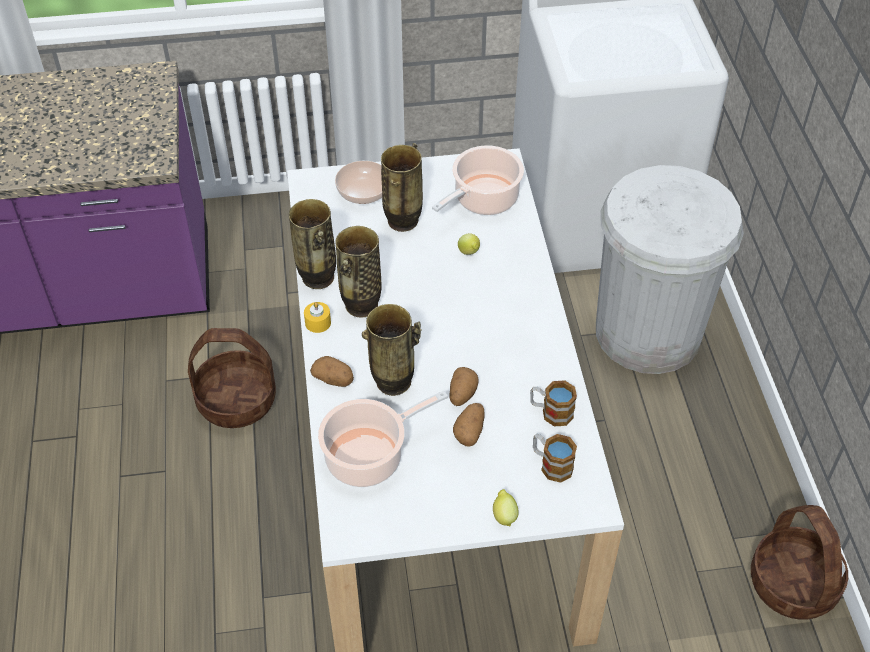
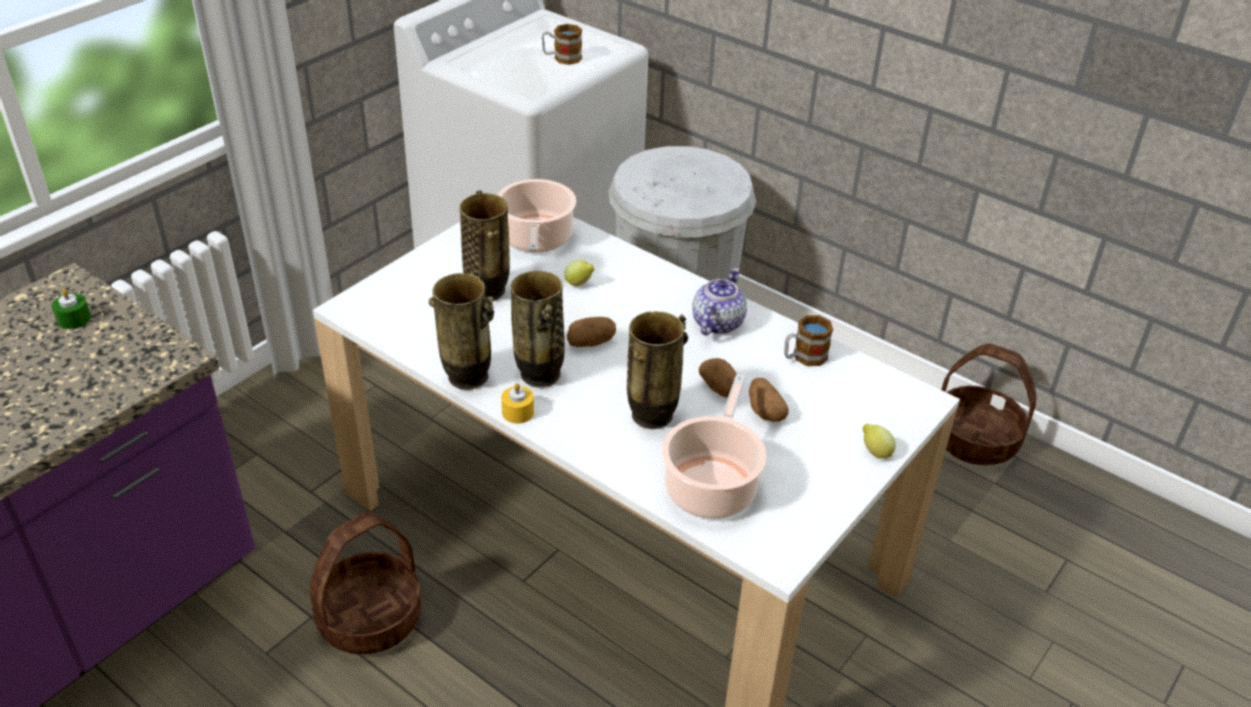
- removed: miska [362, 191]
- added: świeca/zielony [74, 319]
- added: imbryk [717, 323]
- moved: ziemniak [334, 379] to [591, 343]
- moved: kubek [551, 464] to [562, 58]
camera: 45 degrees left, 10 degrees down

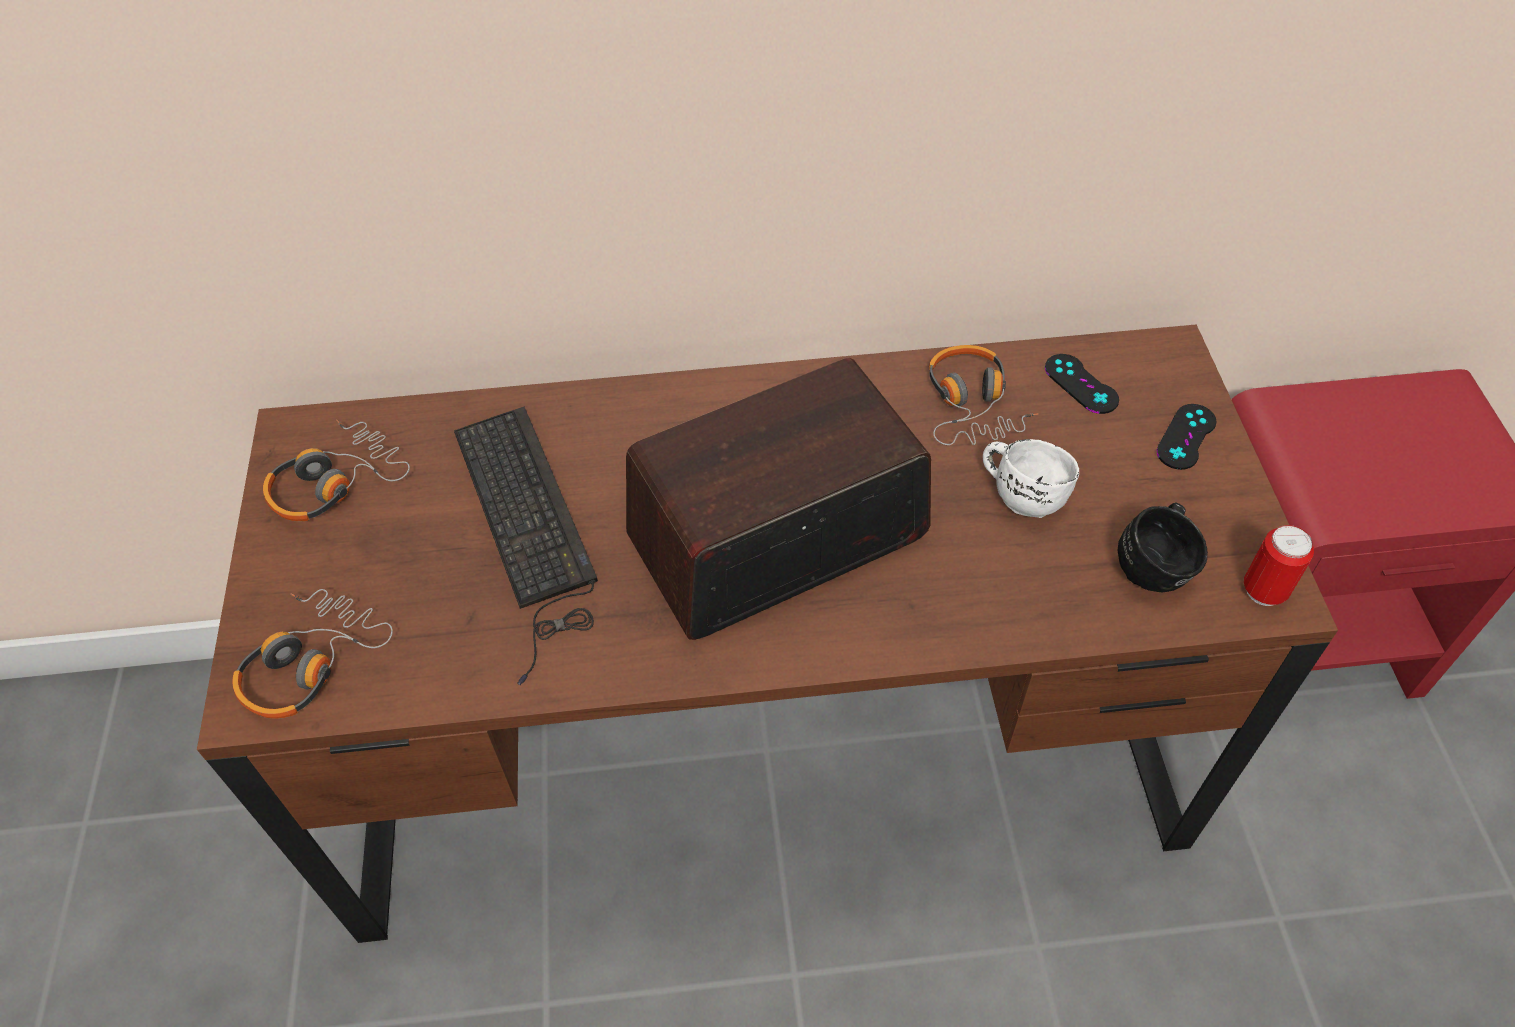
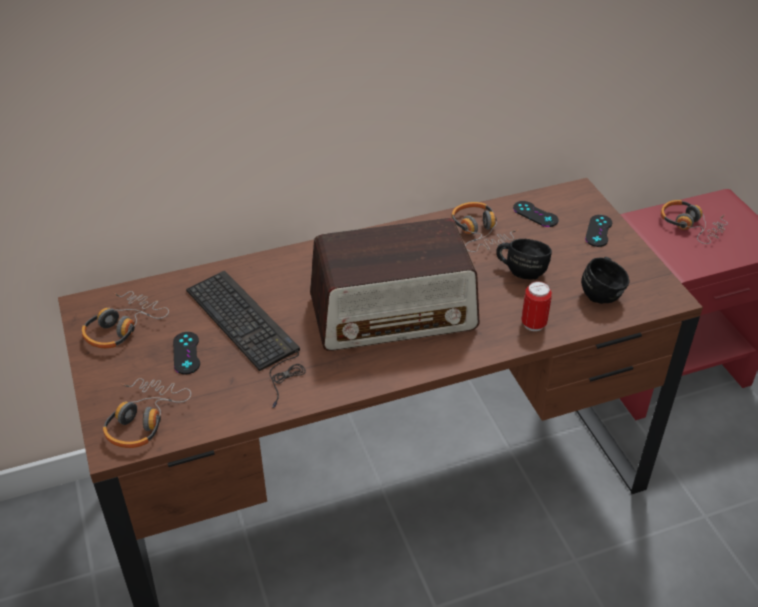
- added: pad do gier/czarny [186, 353]
- added: słuchawki [691, 226]
- moved: puszka [1264, 591] to [533, 324]
- recoloured: kubek/biały [1022, 493] to kubek/czarny [521, 270]
- turned: radio [776, 538] = [394, 313] 150 degrees counterclockwise
camera: 15 degrees left, 10 degrees down

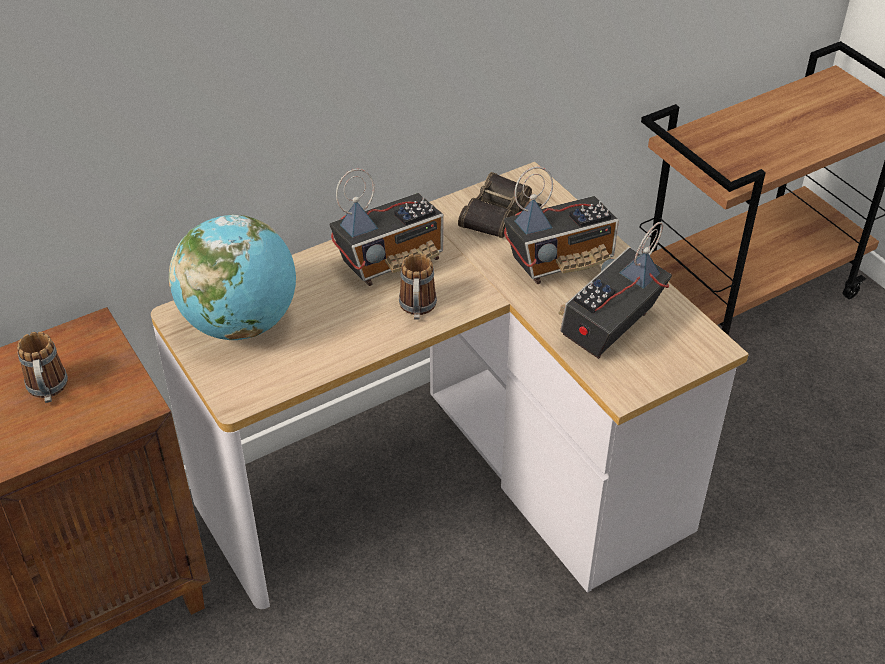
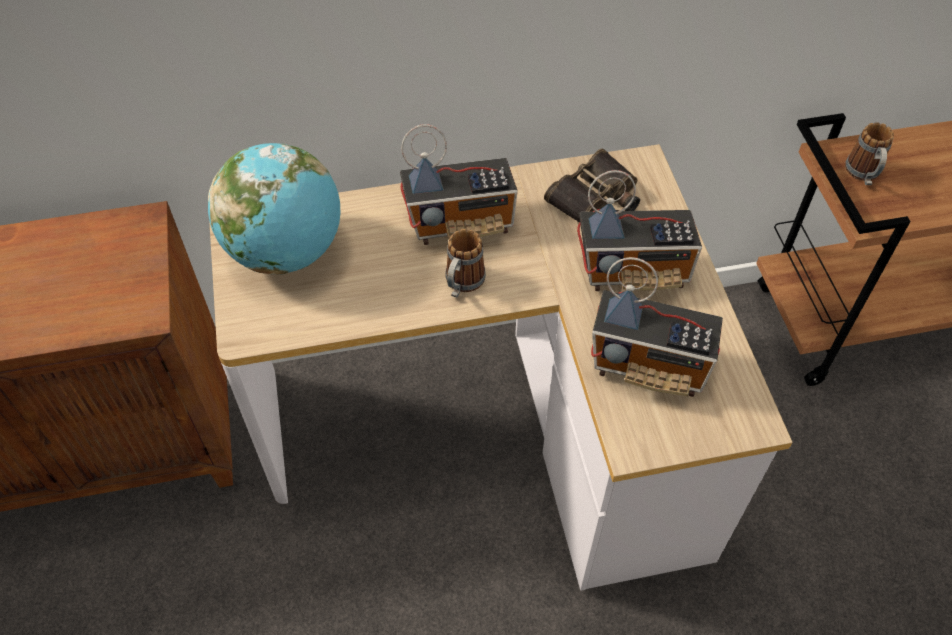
- moved: kubek [48, 391] to [863, 175]
- turned: radio [608, 328] = [650, 364] 135 degrees counterclockwise
camera: 20 degrees right, 10 degrees up

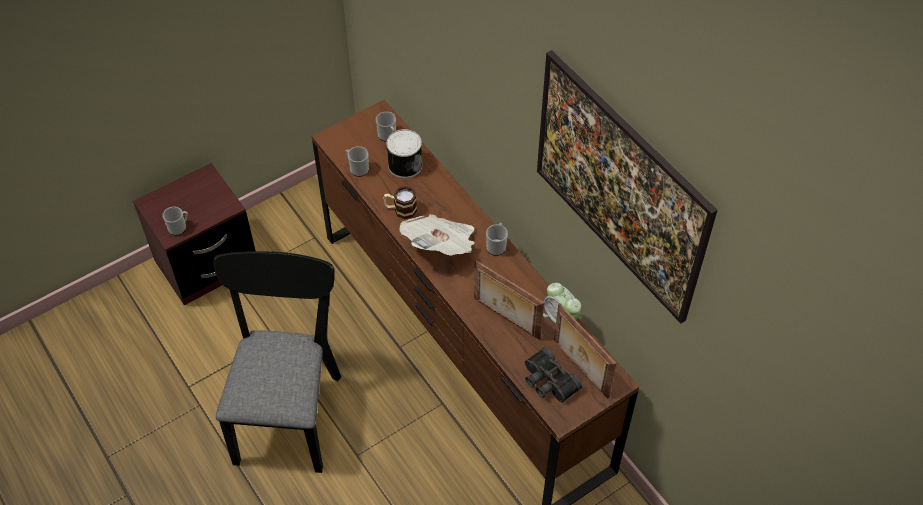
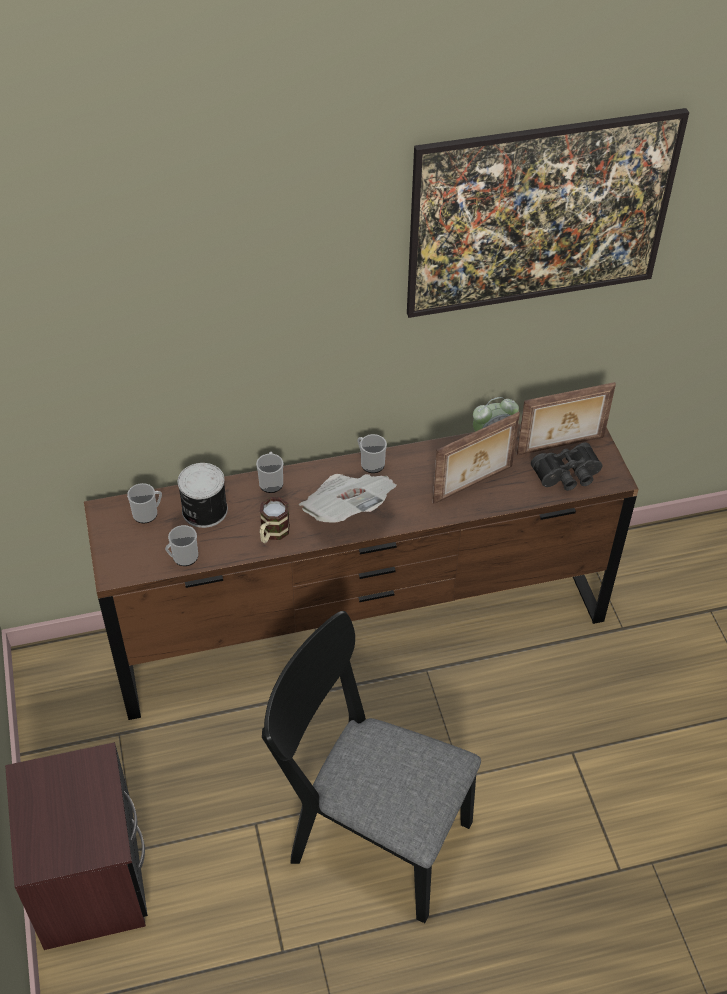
- moved: kubek [179, 227] to [271, 481]
camera: 70 degrees left, 5 degrees down

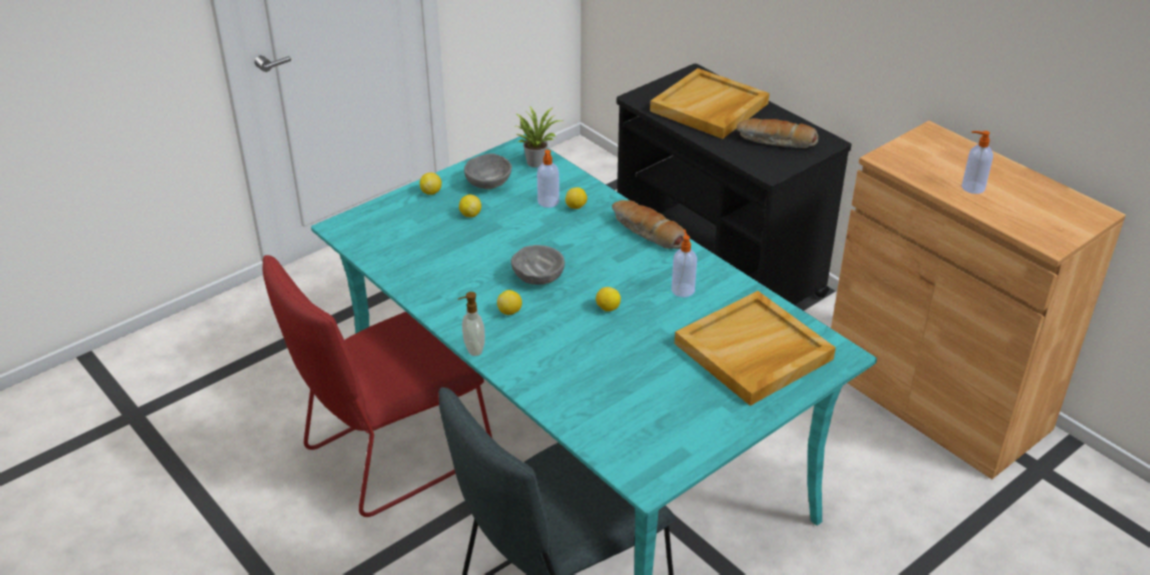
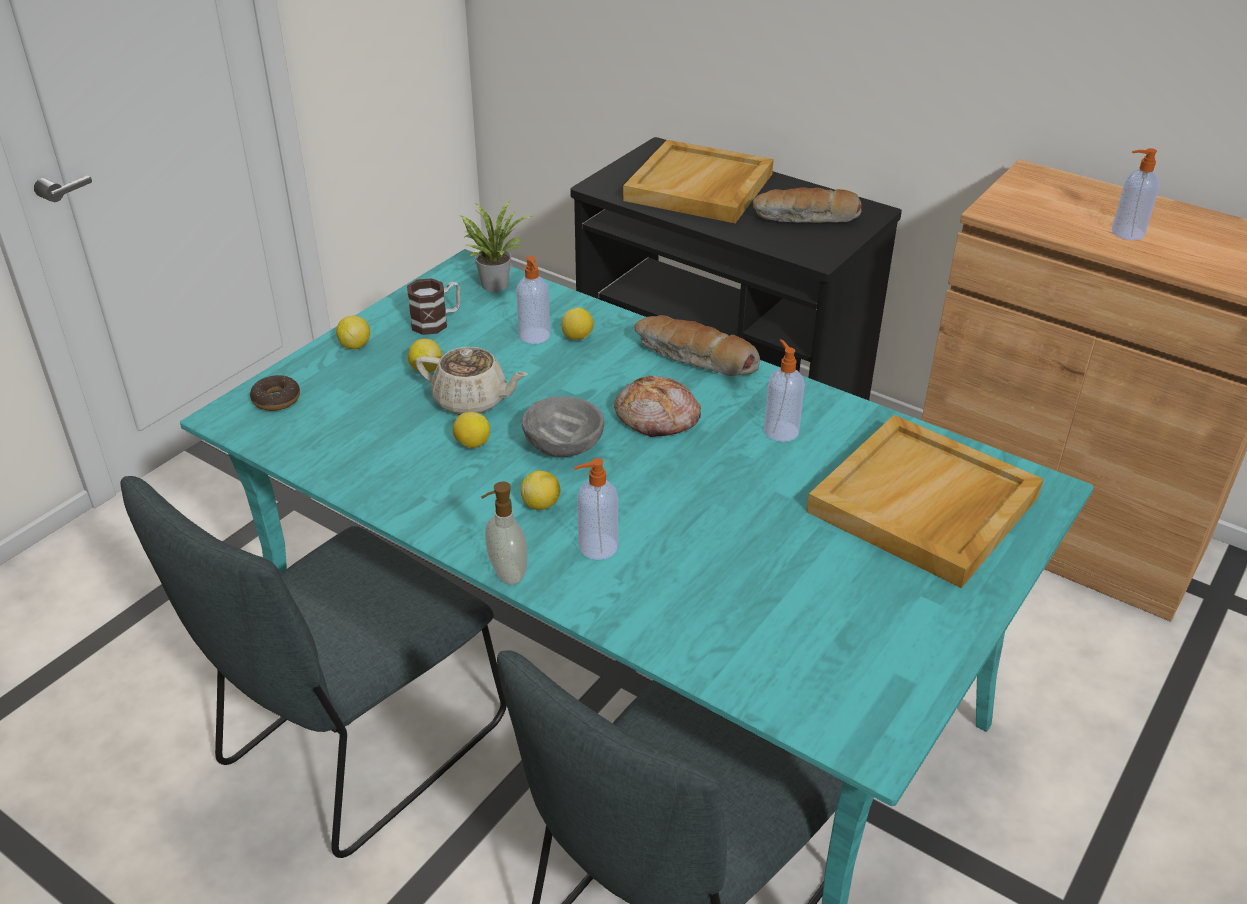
- added: donut [276, 399]
- added: imbryk/beżowy [472, 401]
- added: dozownik mydła [596, 547]
- added: chleb [658, 418]
- moved: cytryna [607, 308] to [472, 444]
- replaced: miska/szary [488, 183] to kubek [437, 322]
- recoloured: krzesło/czerwony [390, 456] to krzesło/szary [355, 750]
camera: 15 degrees left, 0 degrees up

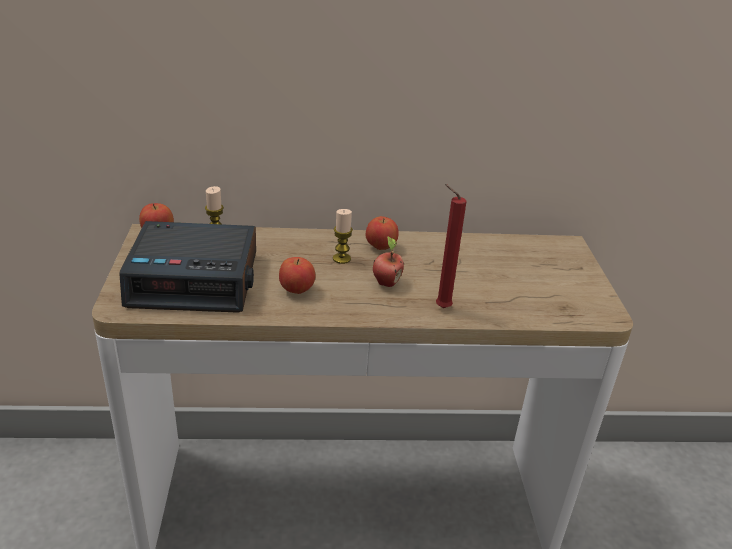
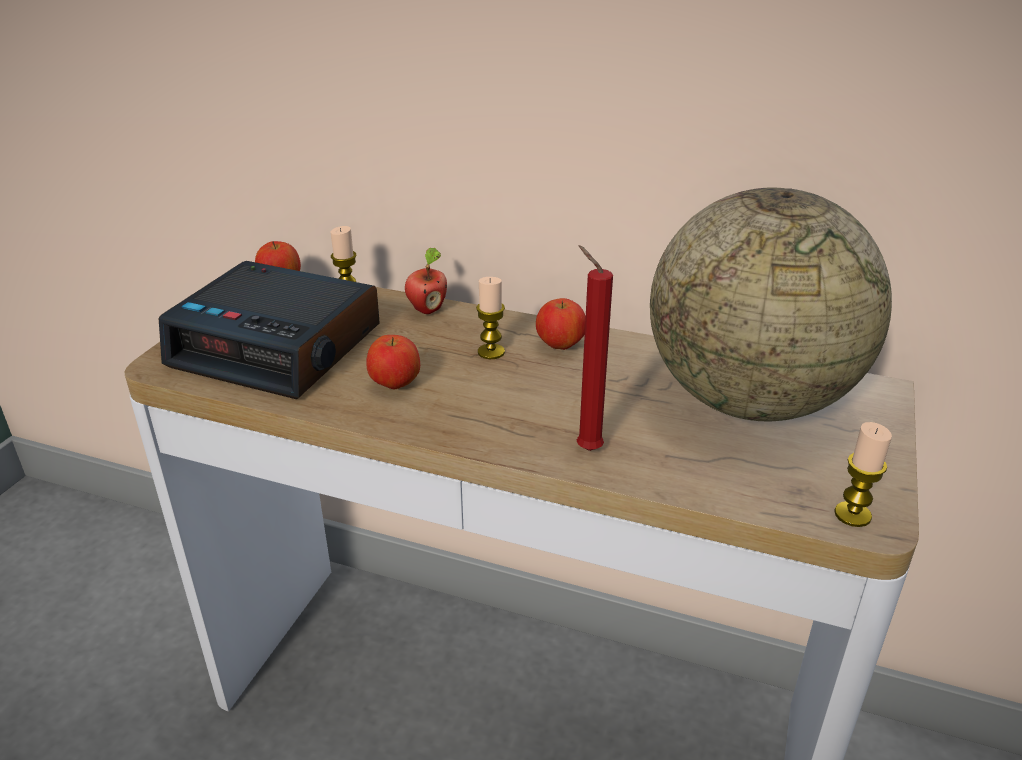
- added: globus [749, 400]
- added: świeca [852, 515]
- moved: jabłko [386, 282] to [427, 309]
camera: 25 degrees right, 0 degrees up

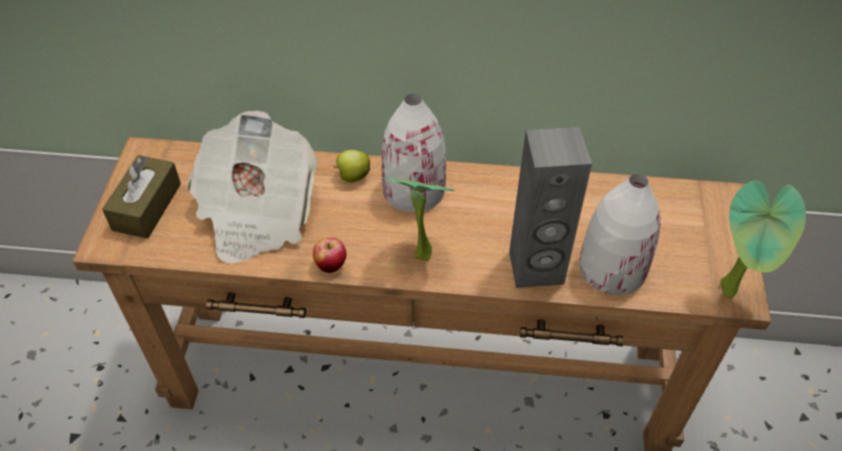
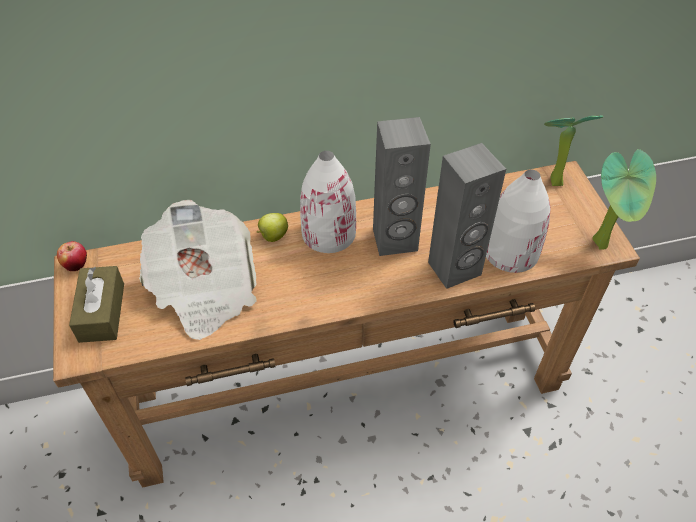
- added: głośnik/szary [395, 240]
- moved: jabłko [331, 265] to [76, 265]
- moved: roślina doniczkowa [420, 250] to [552, 180]
camera: 20 degrees left, 0 degrees up

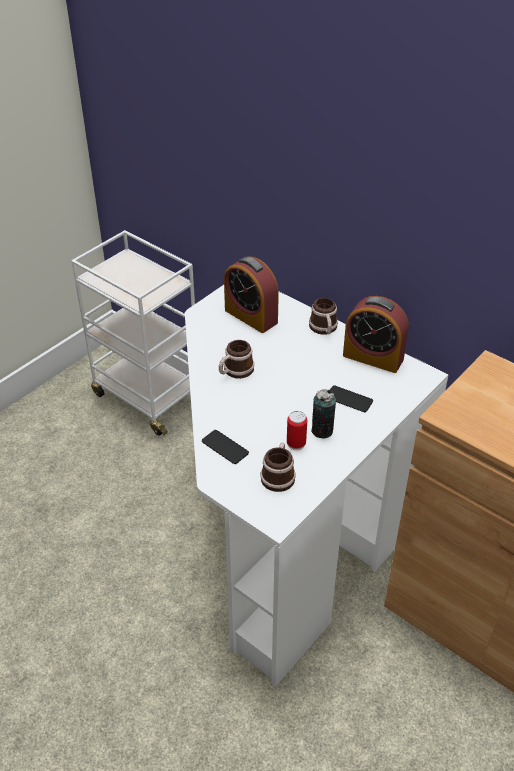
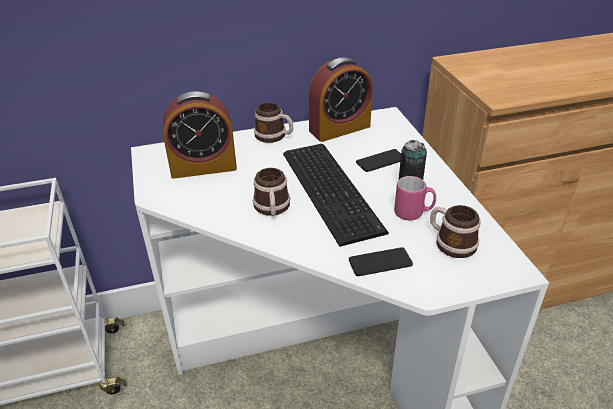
- added: klawiatura [332, 189]
- replaced: puszka [296, 443] to kubek/różowy [413, 213]
camera: 55 degrees left, 5 degrees down

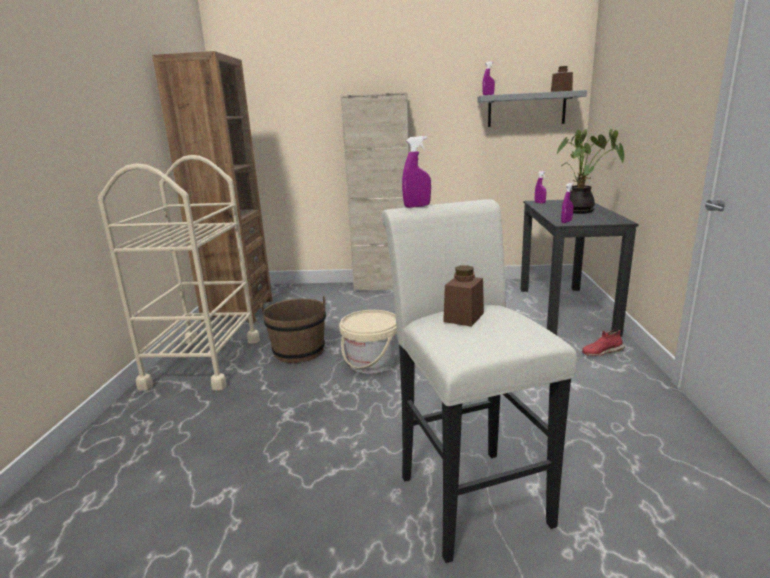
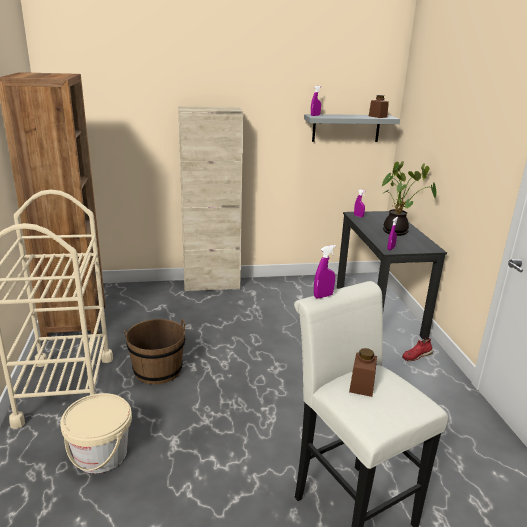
- moved: wiadro/beżowy [371, 363] to [101, 454]
camera: 15 degrees left, 5 degrees up

